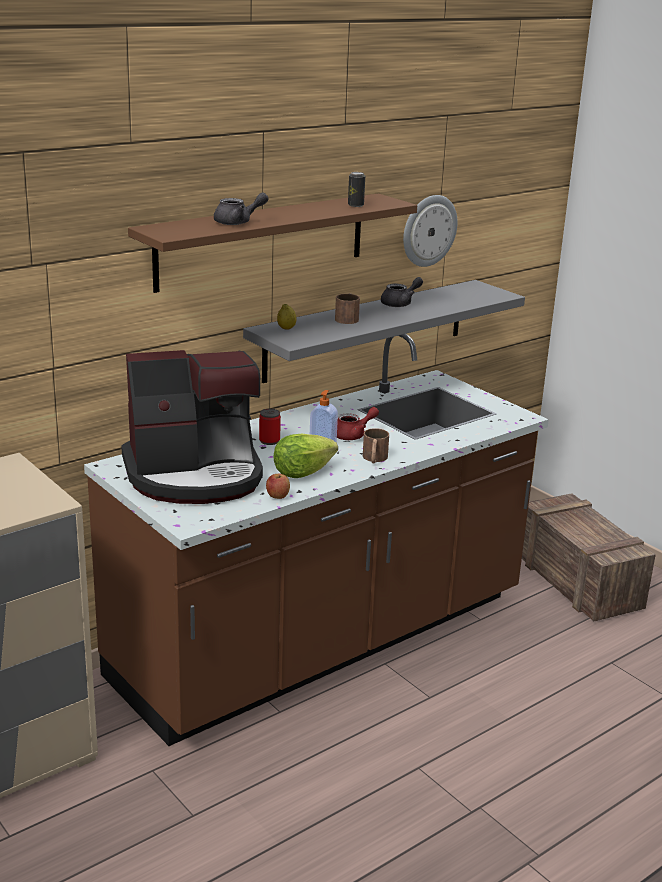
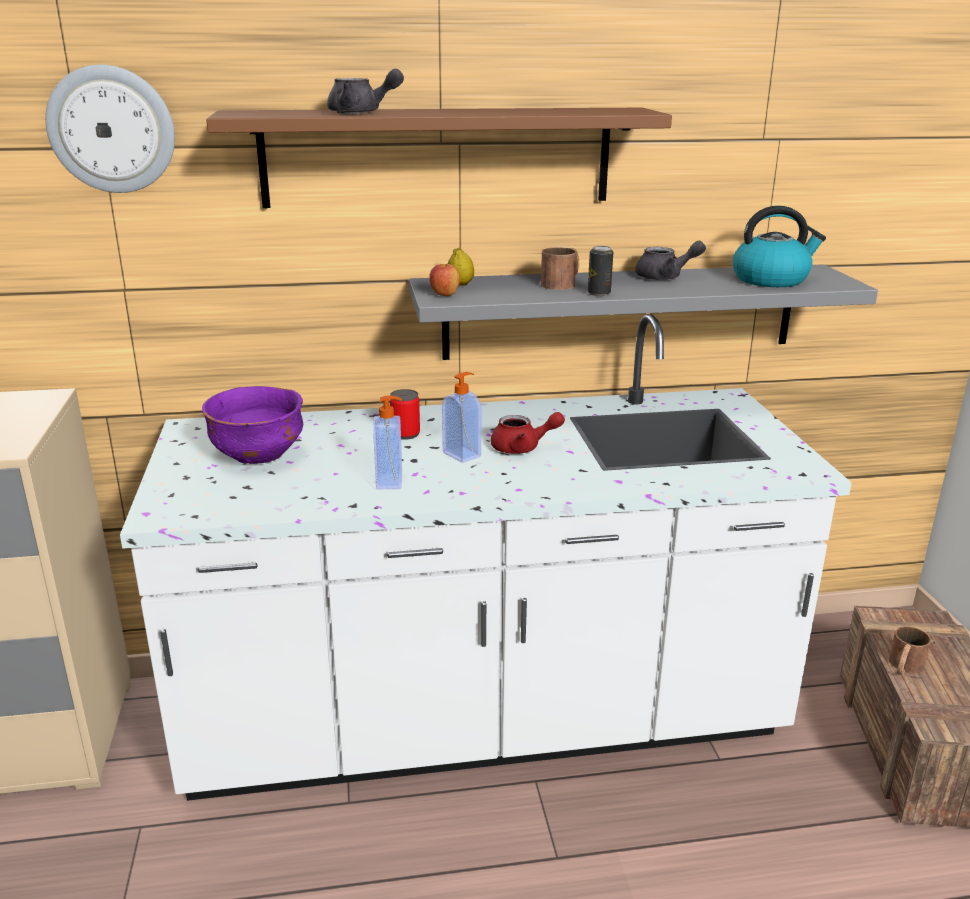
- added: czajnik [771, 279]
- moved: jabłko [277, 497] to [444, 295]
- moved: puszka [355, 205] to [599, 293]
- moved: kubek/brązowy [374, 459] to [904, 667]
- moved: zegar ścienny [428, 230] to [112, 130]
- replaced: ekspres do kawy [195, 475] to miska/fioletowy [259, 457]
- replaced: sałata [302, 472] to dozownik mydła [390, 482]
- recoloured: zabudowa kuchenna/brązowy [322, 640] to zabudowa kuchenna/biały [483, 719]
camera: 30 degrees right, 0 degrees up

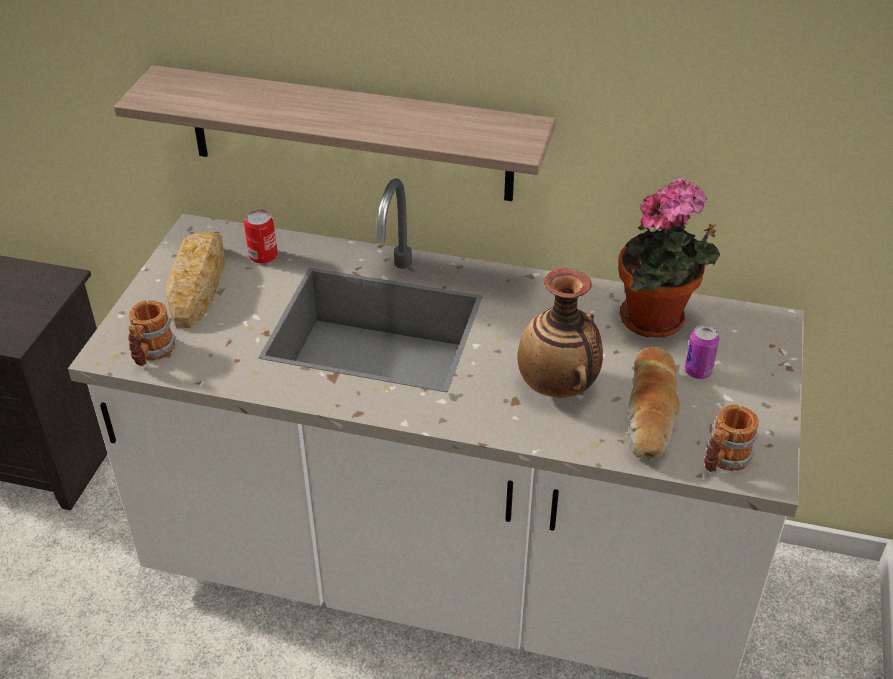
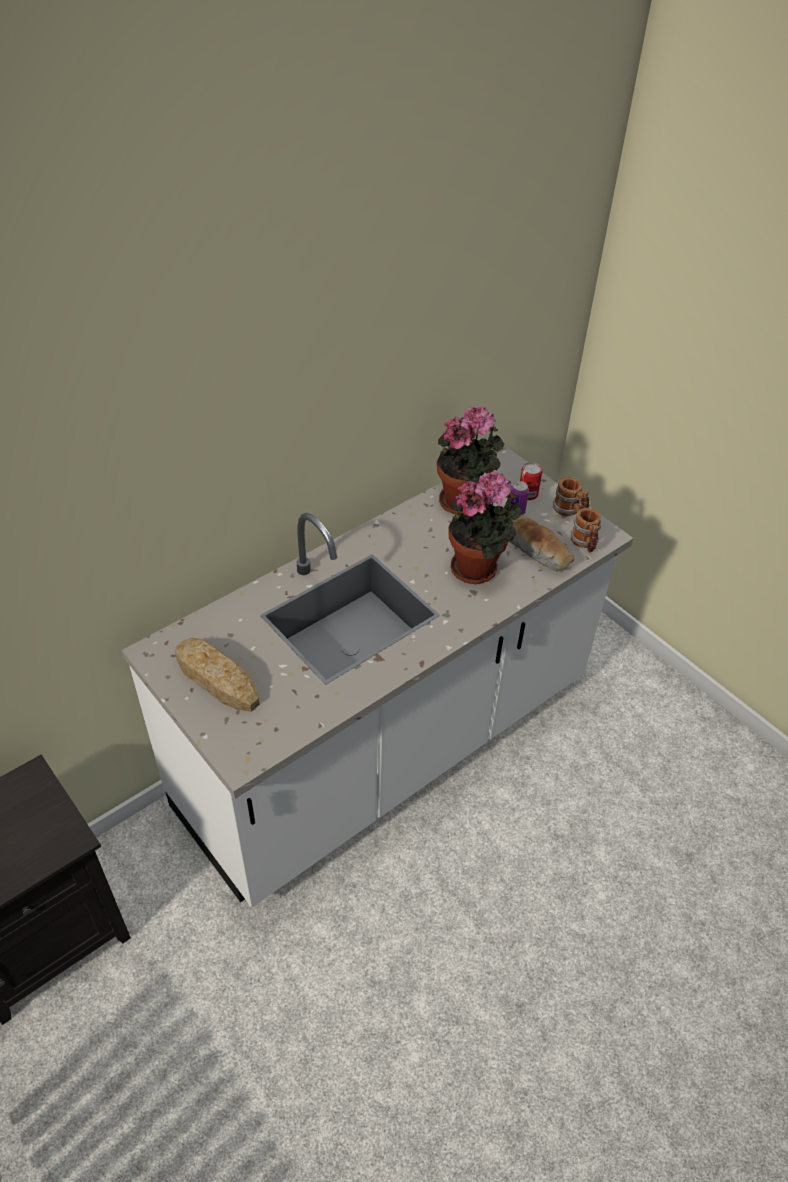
- removed: półka [349, 134]
- moved: kubek [151, 353] to [570, 511]
- moved: puszka [263, 255] to [528, 494]
- replaced: wazon [558, 386] to roślina doniczkowa [478, 569]
camera: 55 degrees left, 5 degrees up

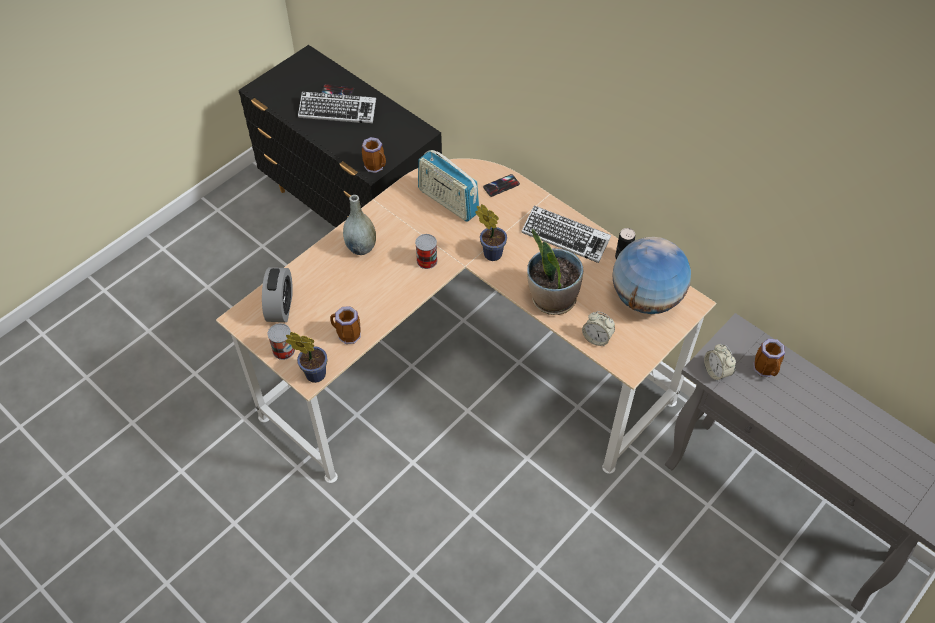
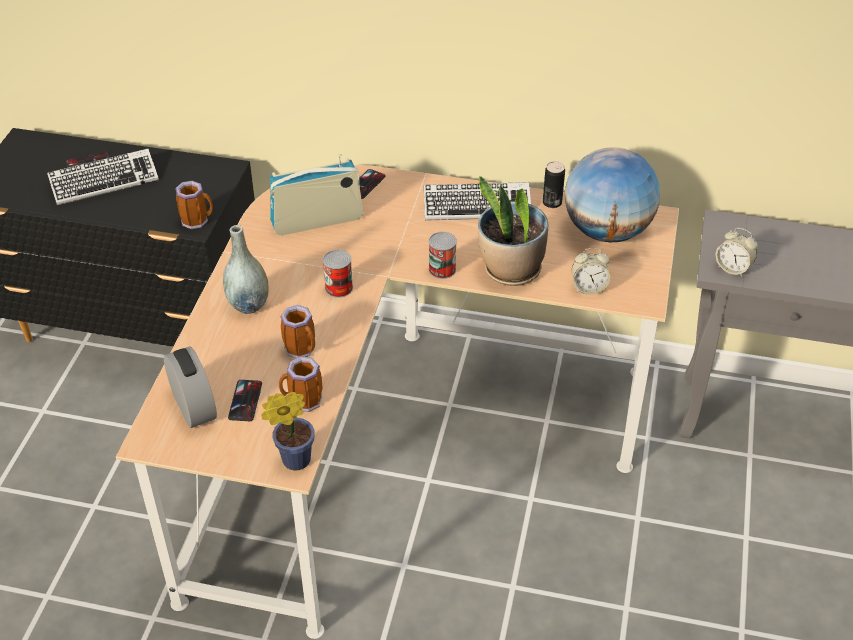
- removed: roślina doniczkowa [490, 253]
- added: telefon [245, 401]
- moved: puszka [283, 350] to [442, 269]
- moved: kubek [766, 370] to [302, 350]
- turned: radio [448, 201] = [317, 221] 150 degrees clockwise
camera: 30 degrees left, 10 degrees down

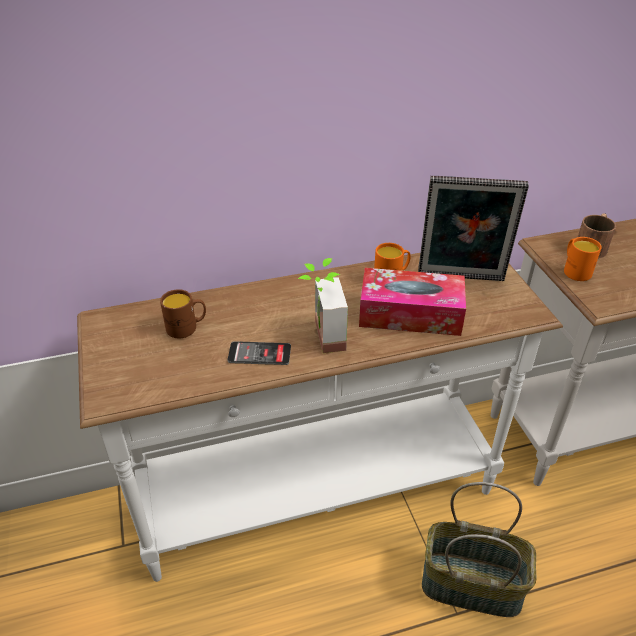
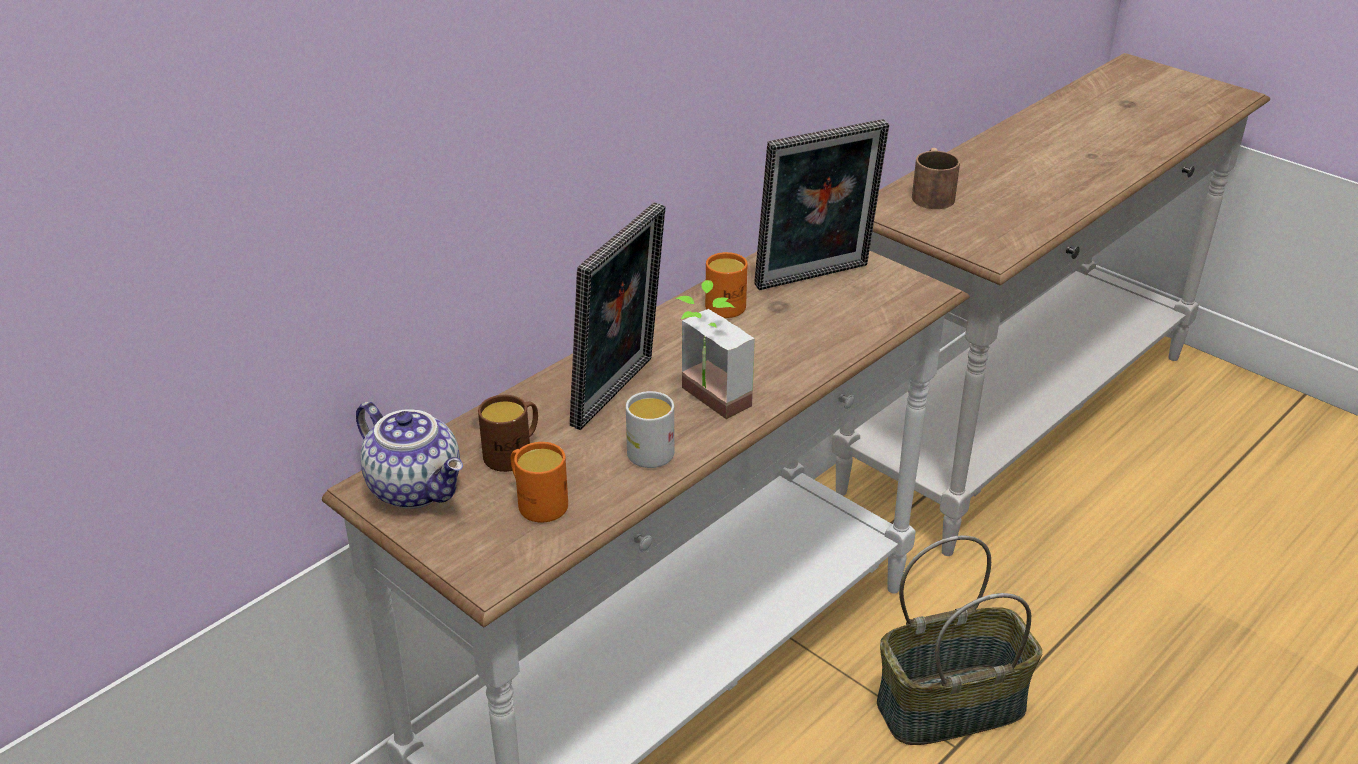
- removed: pudełko chusteczek [410, 314]
- added: imbryk [417, 488]
- added: ramka na zdjęcie [619, 394]
- moved: kubek/pomarańczowy [574, 270] to [537, 502]
- replaced: telefon [259, 354] to kubek/biały [646, 449]
camera: 30 degrees left, 5 degrees down

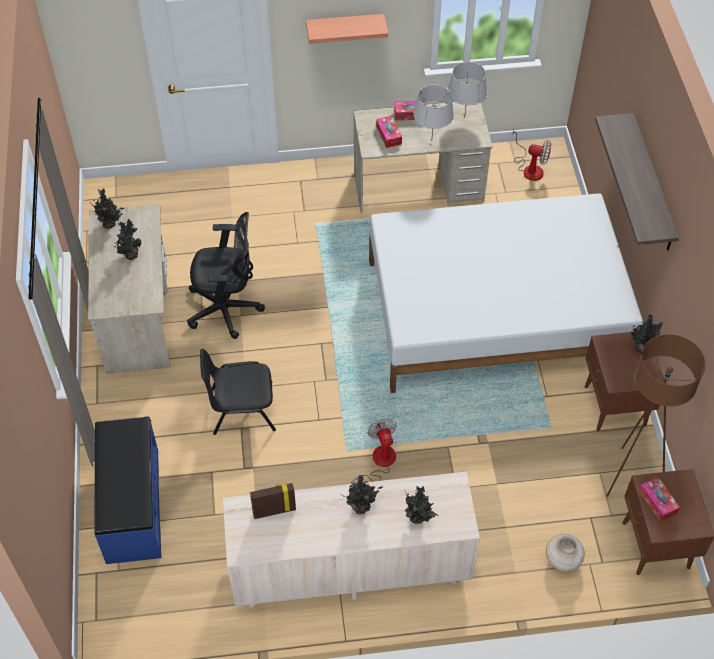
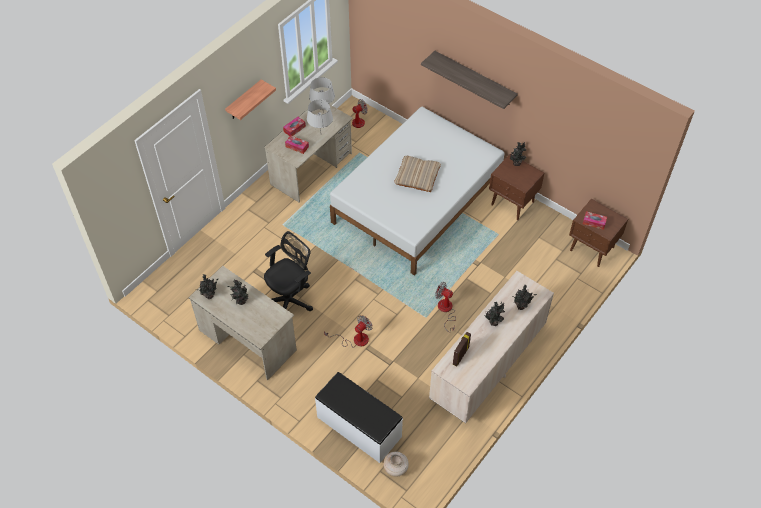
- removed: lampa stojąca/brązowy [629, 477]
- added: poduszka/beżowy [417, 176]
- moved: wazon/beżowy [563, 559] to [395, 468]
- replaced: krzesło/czarny [241, 408] to wentylator [355, 339]
- recoloured: ławka/niebieski [132, 505] to ławka/biały [358, 427]
camera: 45 degrees left, 0 degrees up

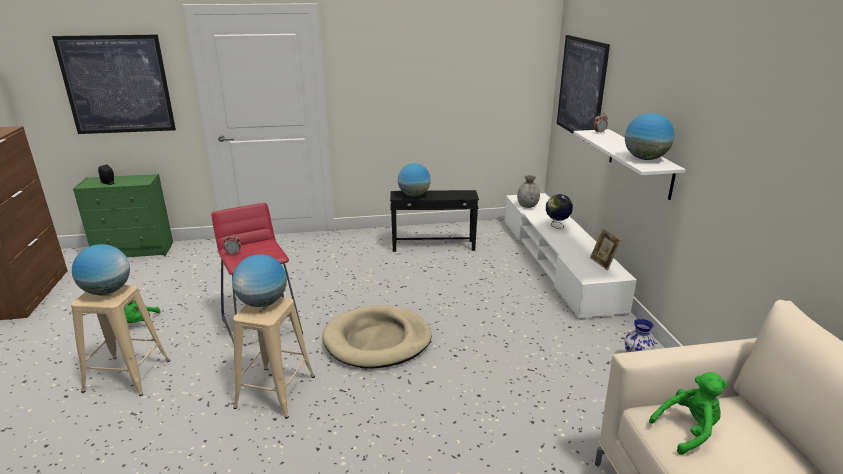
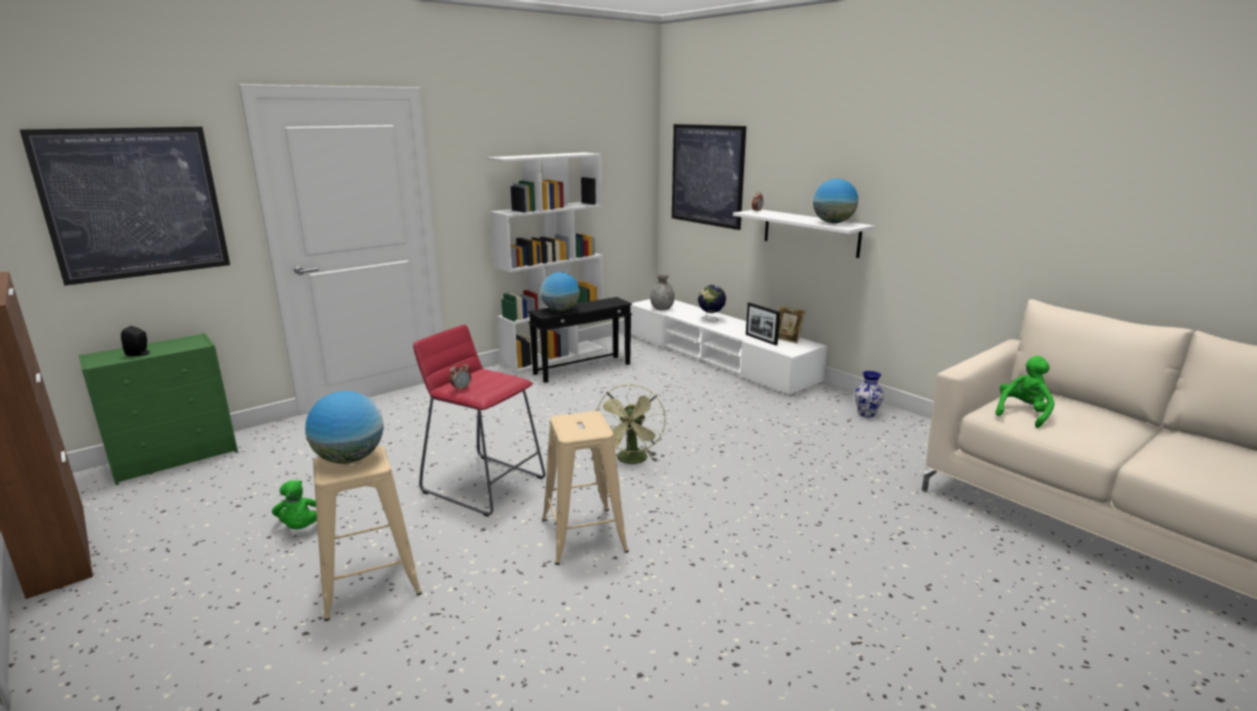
- removed: globus [263, 303]
- added: regał/biały [554, 356]
- added: ramka na zdjęcie [761, 339]
- replaced: legowisko/beżowy [377, 340] to wentylator/zielony [632, 461]
camera: 30 degrees left, 5 degrees down

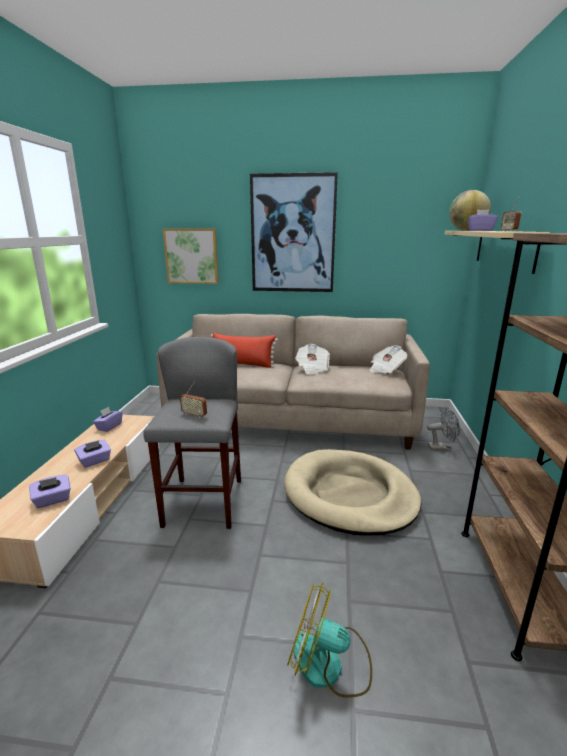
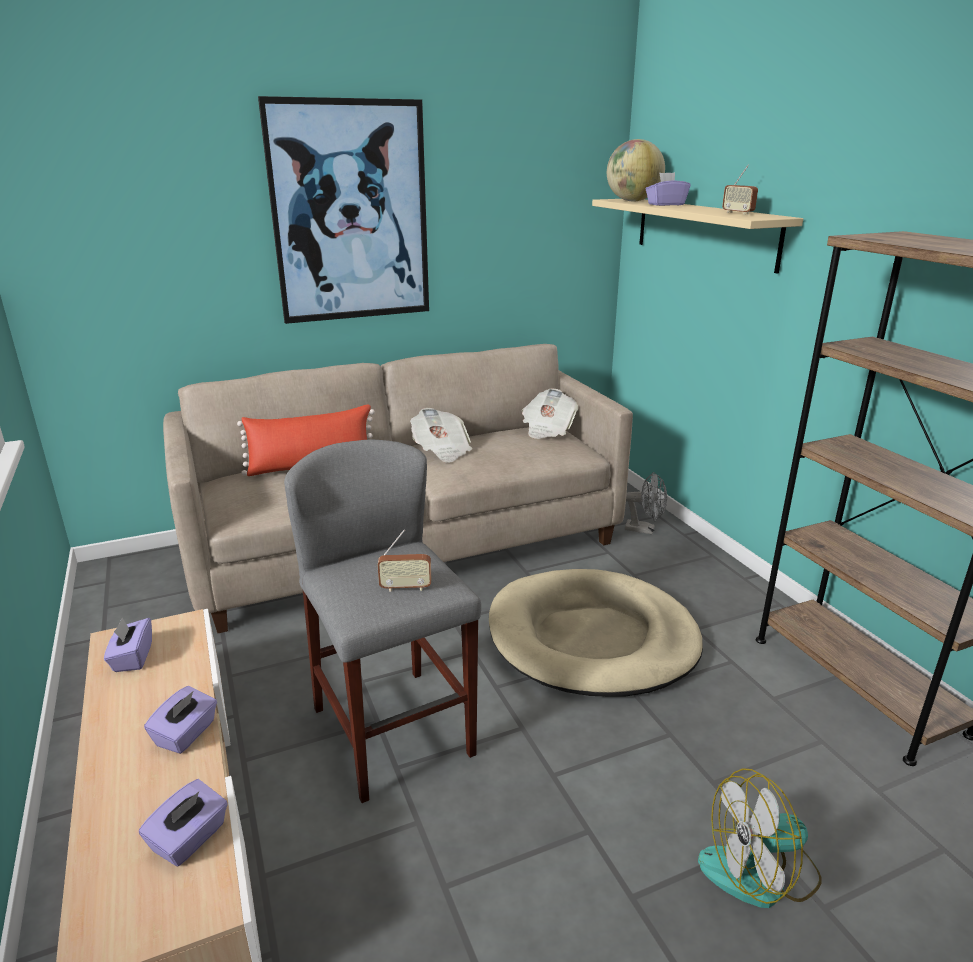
- removed: obraz [191, 256]
- turned: wentylator/szary [442, 447] = [644, 529] 45 degrees clockwise
camera: 30 degrees left, 5 degrees up

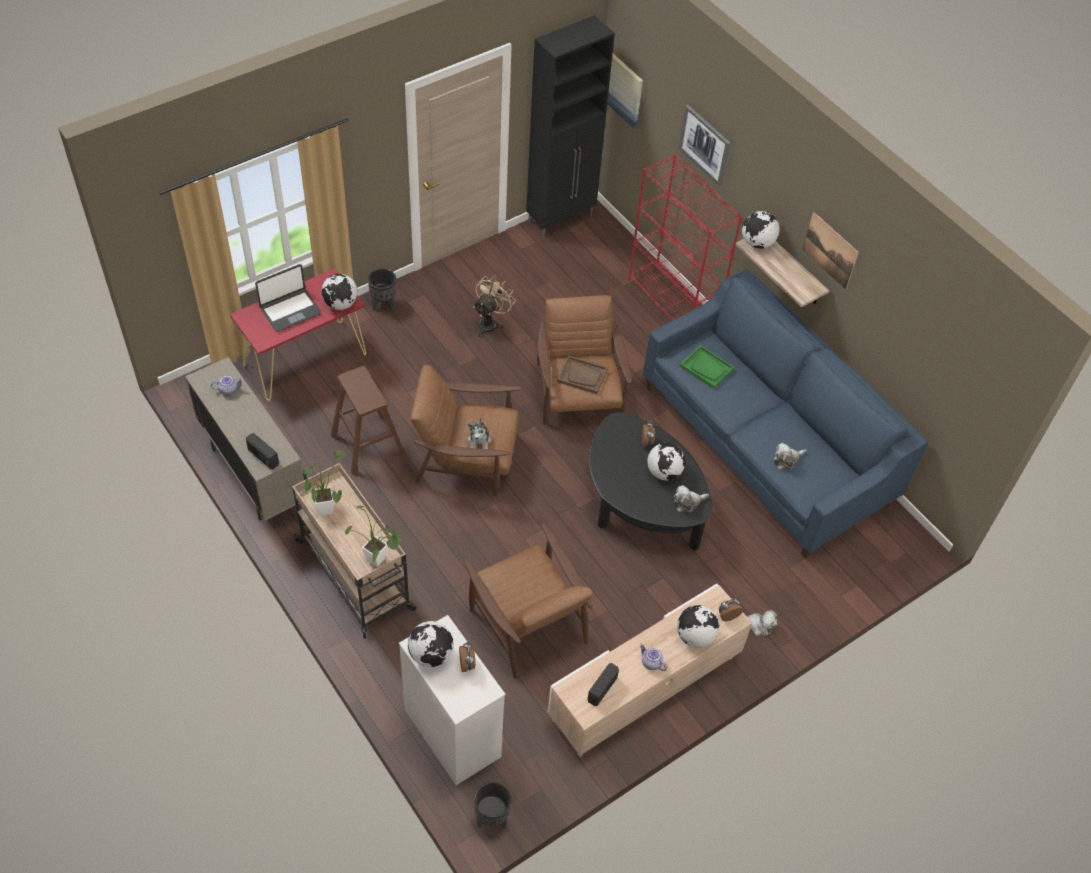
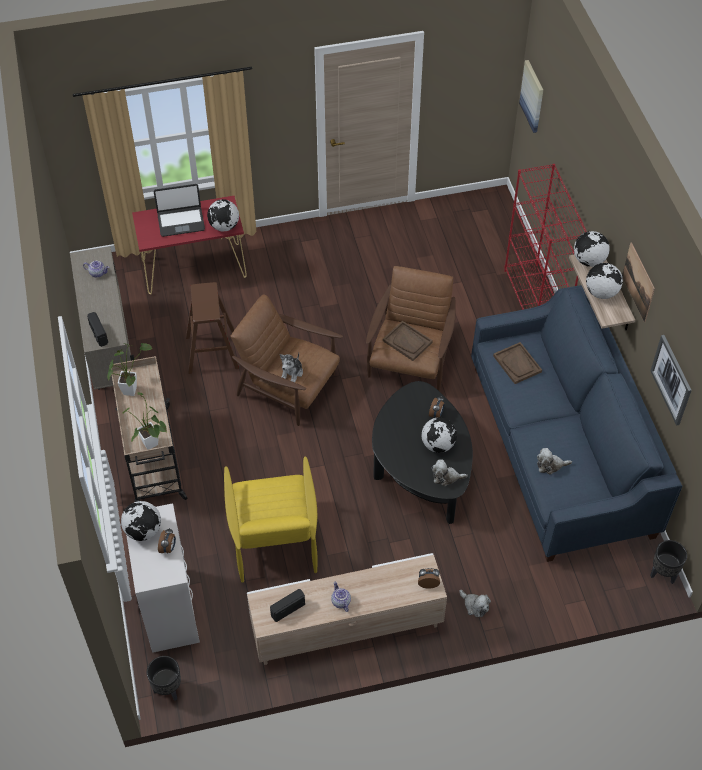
- removed: wentylator/beżowy [490, 323]
- removed: szafka/czarny [561, 218]
- moved: donica/czarny [384, 305] to [663, 574]
- moved: globus [695, 636] to [601, 292]
- moved: obraz [705, 144] to [671, 379]
- recoloured: fotel/brązowy [527, 622] to fotel/żółty [274, 539]
- recoloured: taca/zielony [706, 368] to taca/brązowy [517, 364]
camera: 25 degrees right, 0 degrees up

